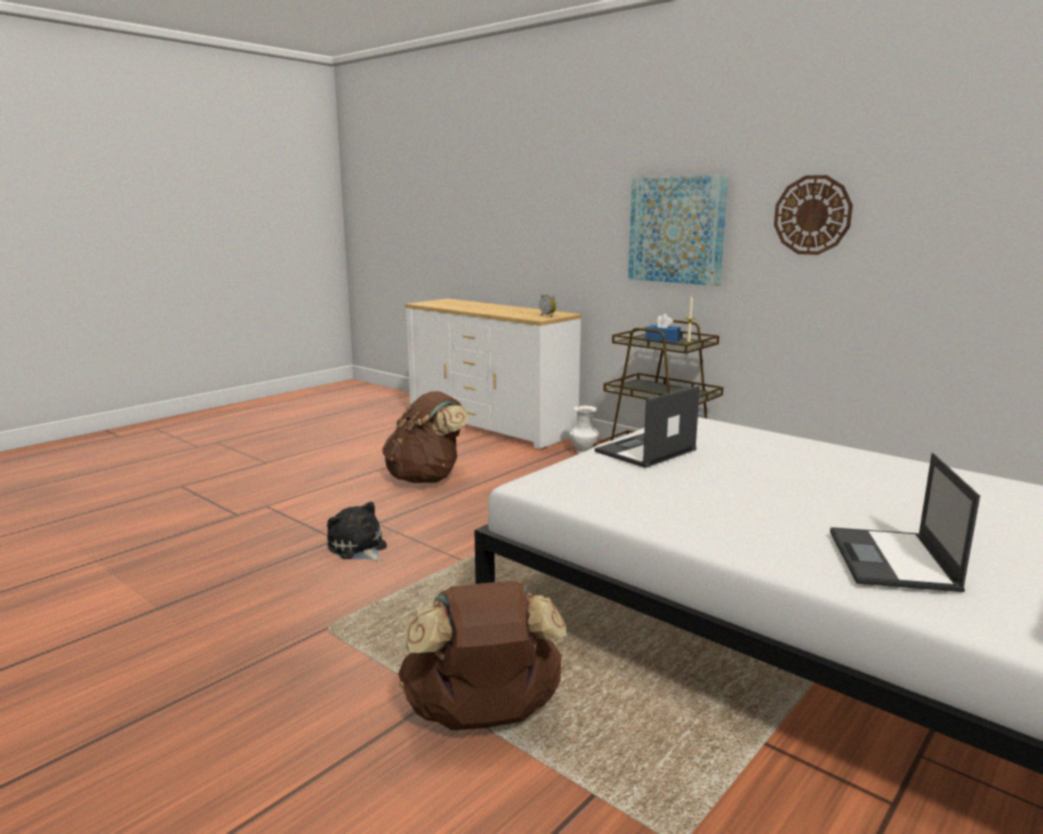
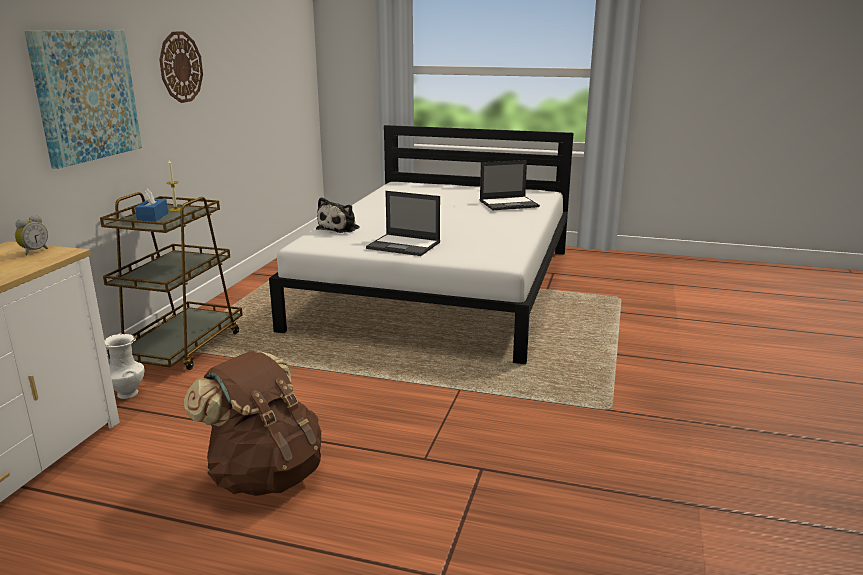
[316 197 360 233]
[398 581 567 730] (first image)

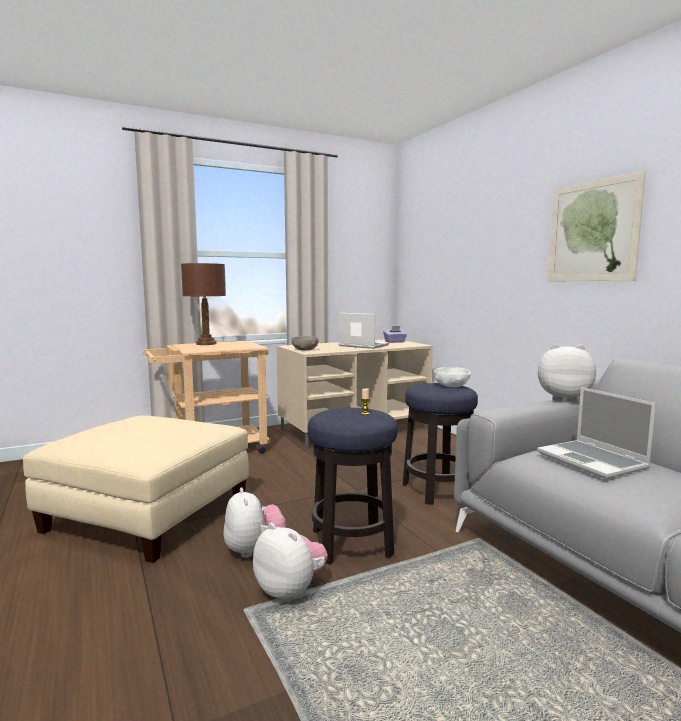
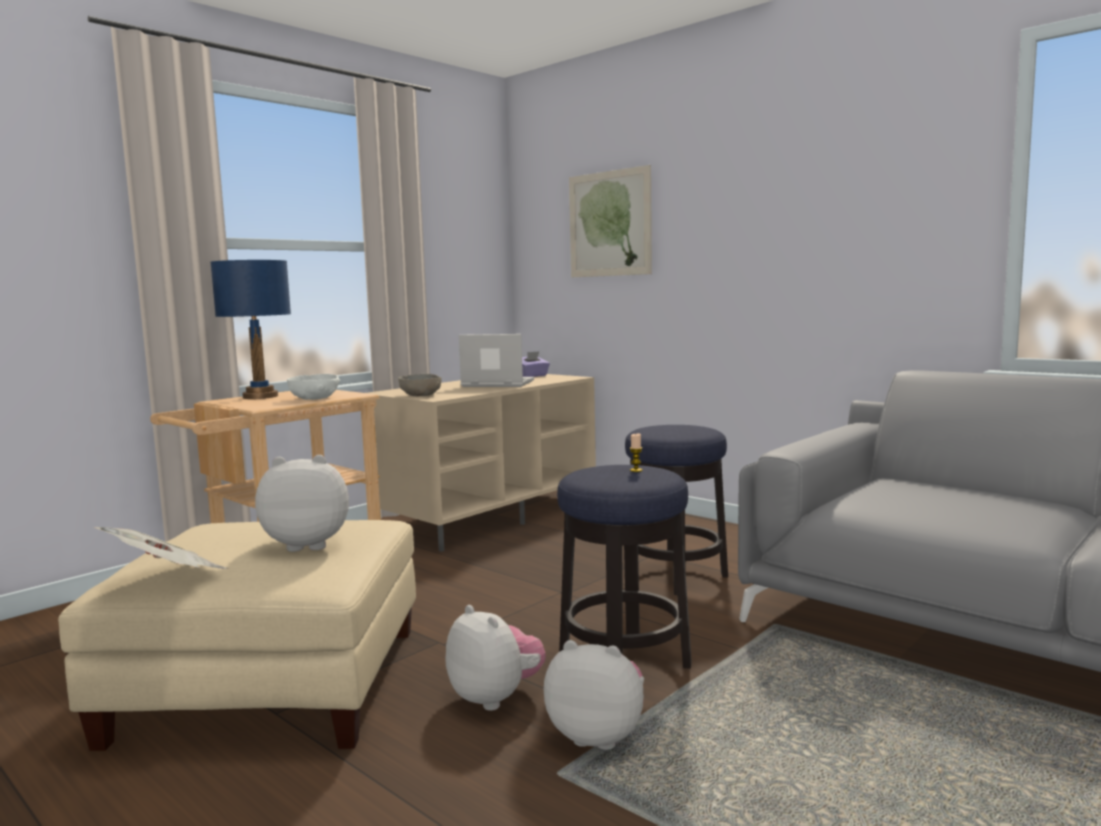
[569 165 652 277]
[210 260 291 399]
[255 455 349 552]
[287 374 340 400]
[537 387 656 479] (first image)
[93 527 229 569]

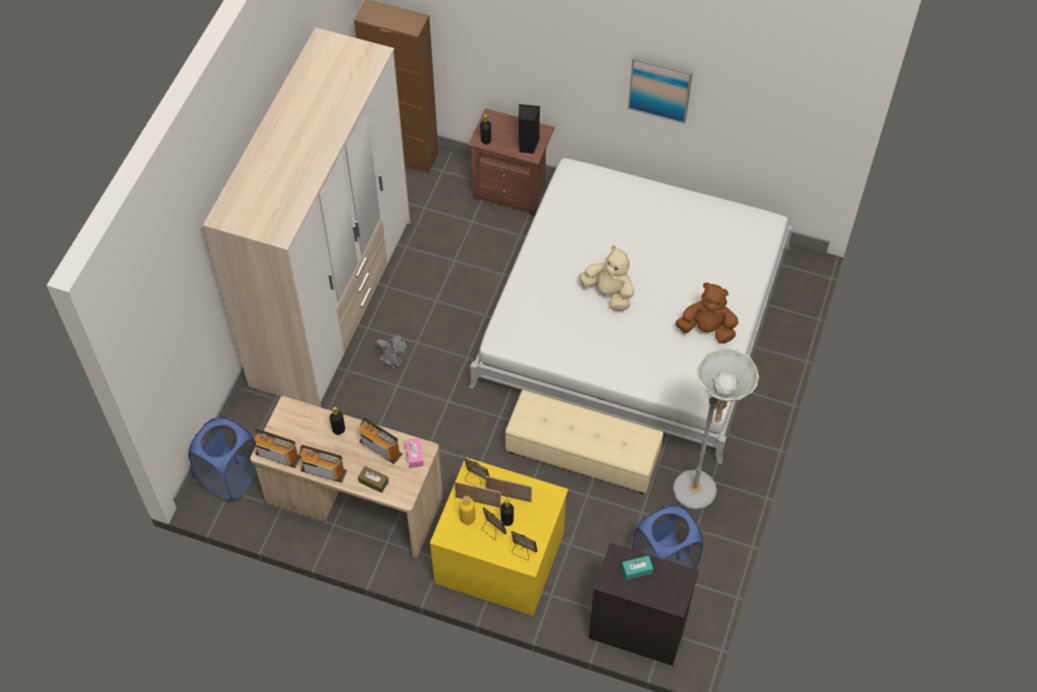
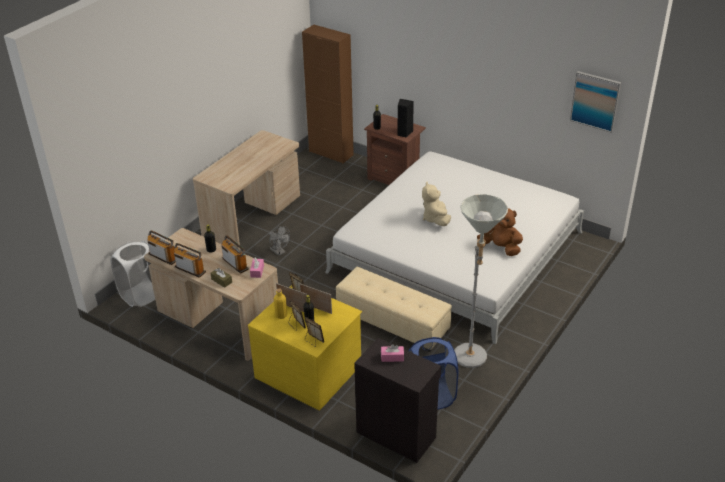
[193 130 300 250]
[570 71 621 133]
[422 182 451 226]
[111 241 155 307]
[381 344 404 362]

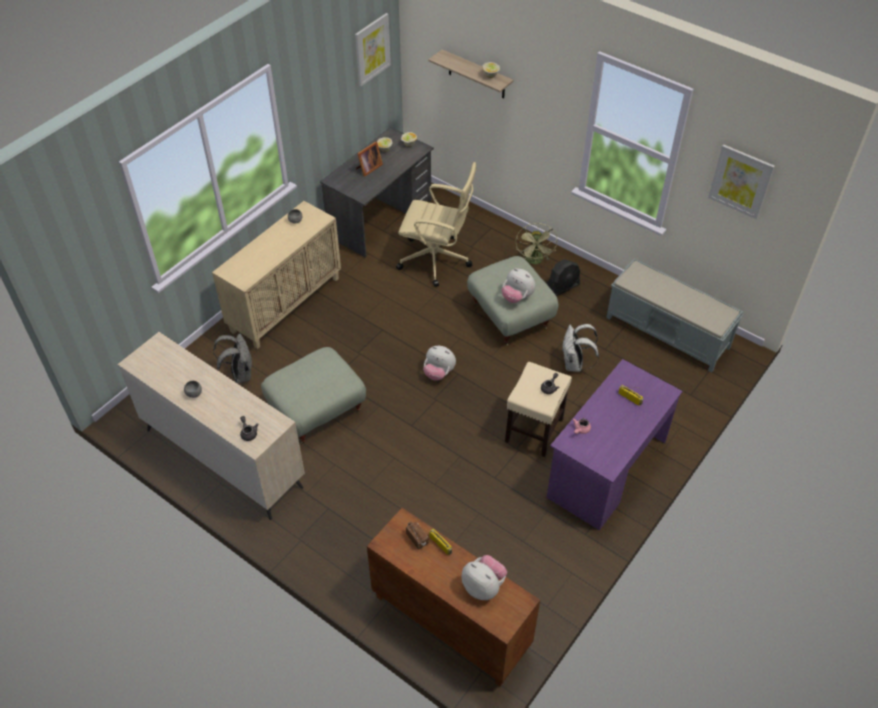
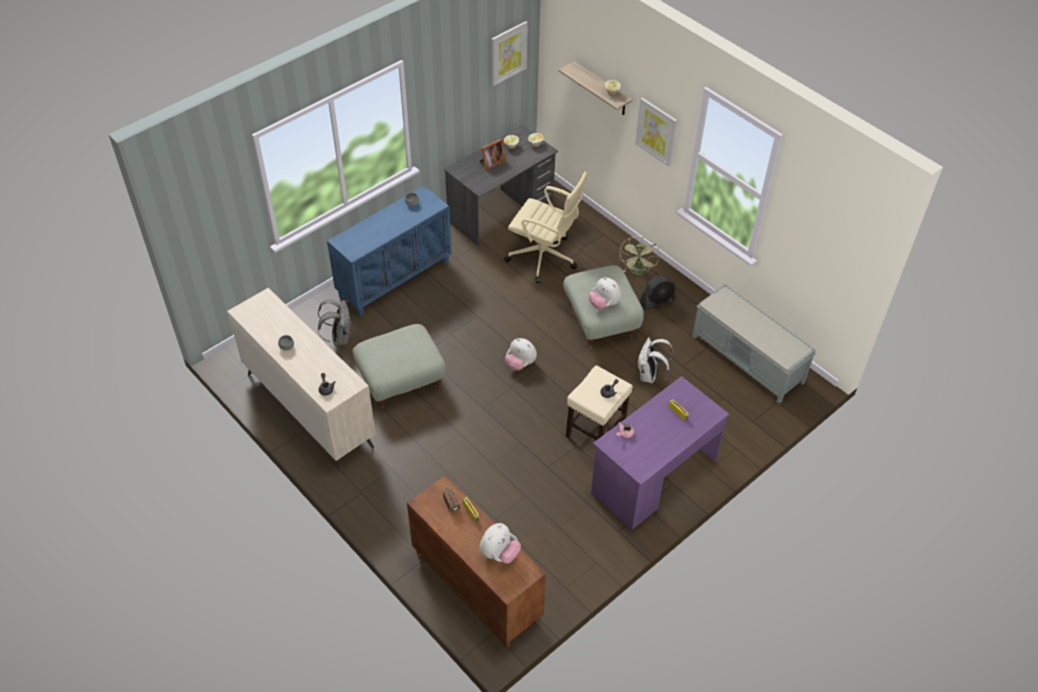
[635 98 677 167]
[327 186 452 317]
[479 523 521 564]

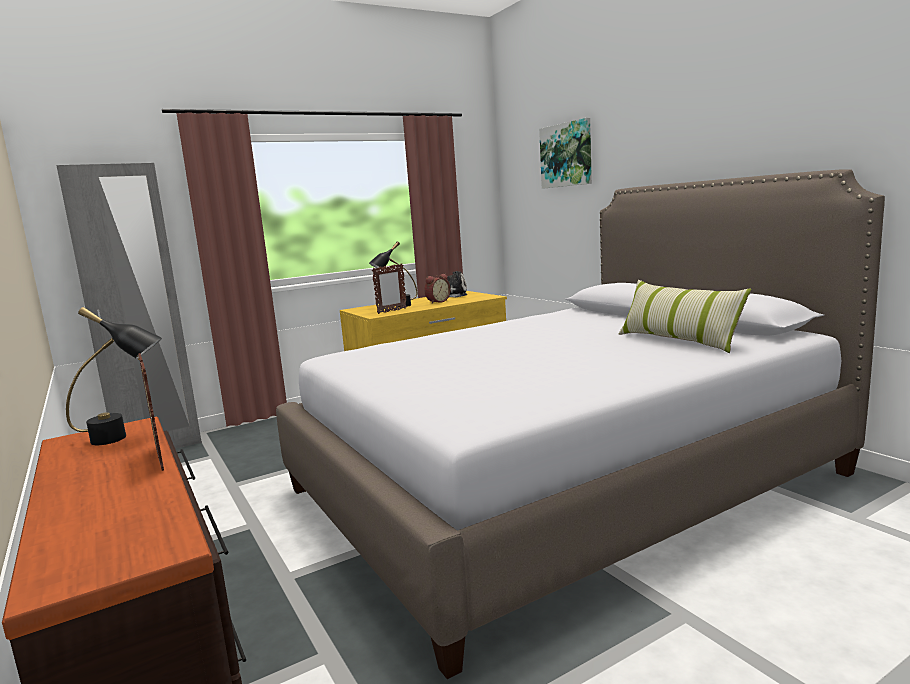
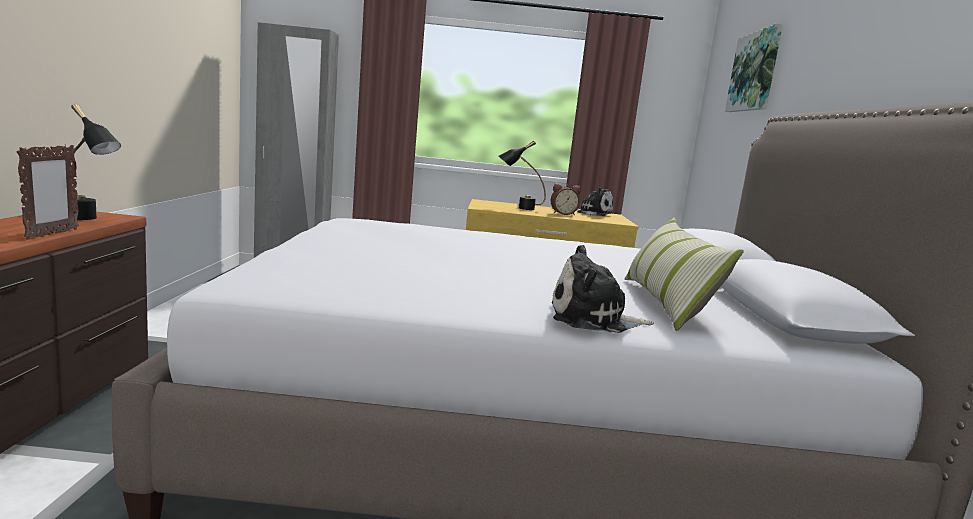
[372 263 407 314] (first image)
[552 245 654 333]

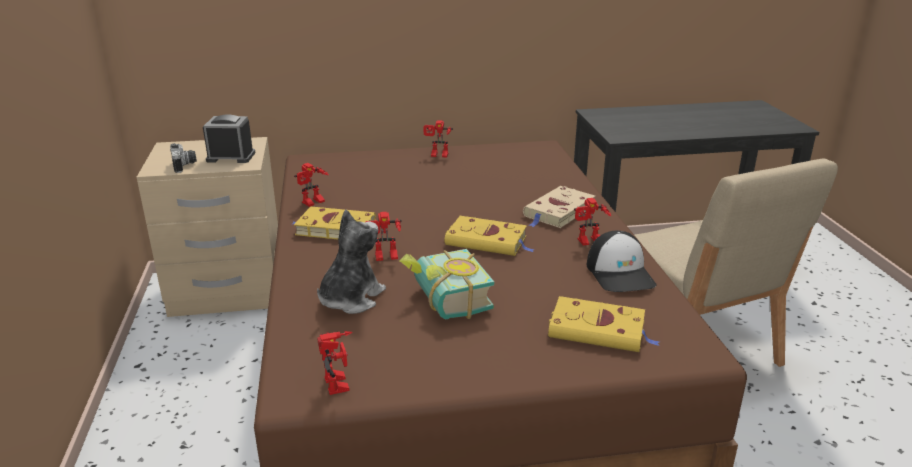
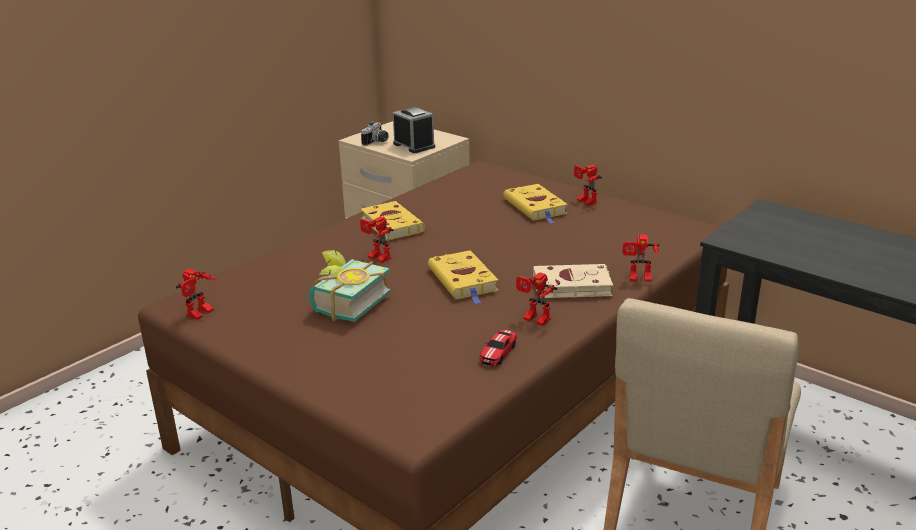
[622 234 659 282]
[317 210 386 314] (first image)
[479 330 517 367]
[503 184 568 224]

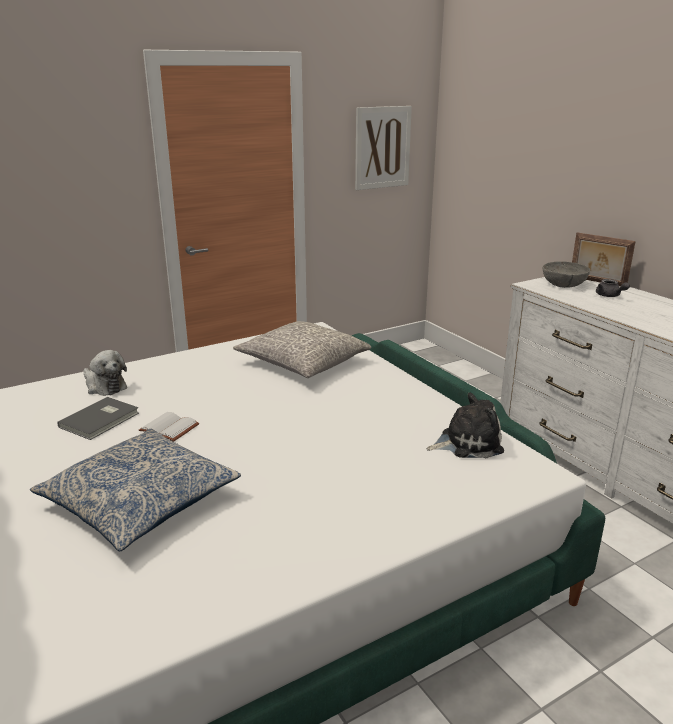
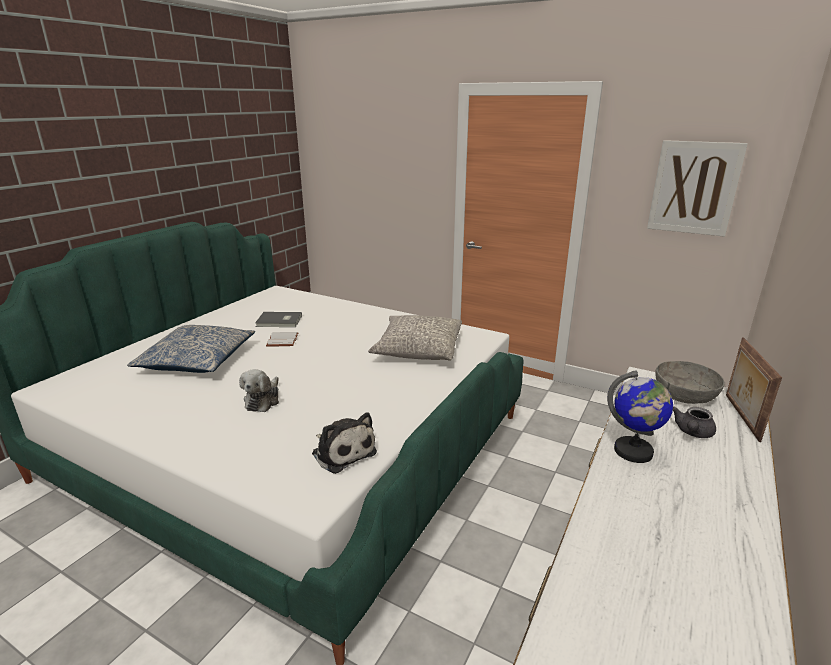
[239 369 279 412]
[607 370 673 463]

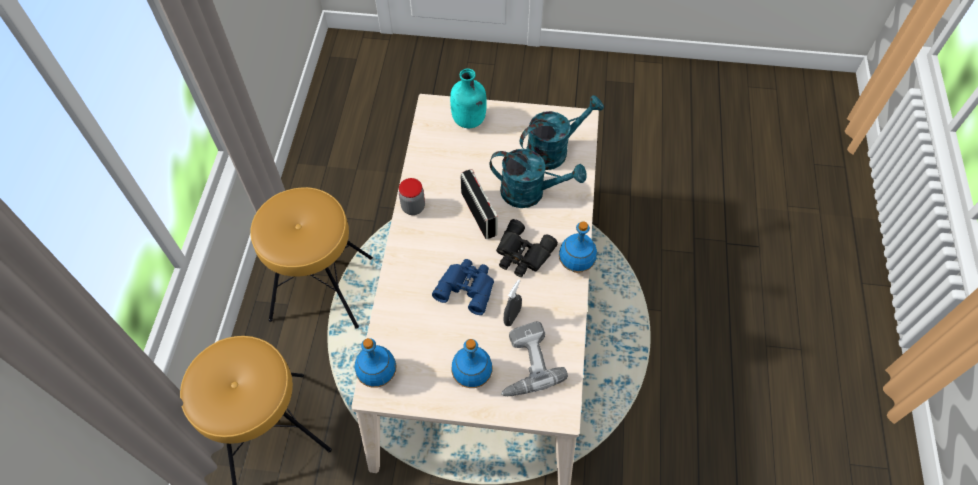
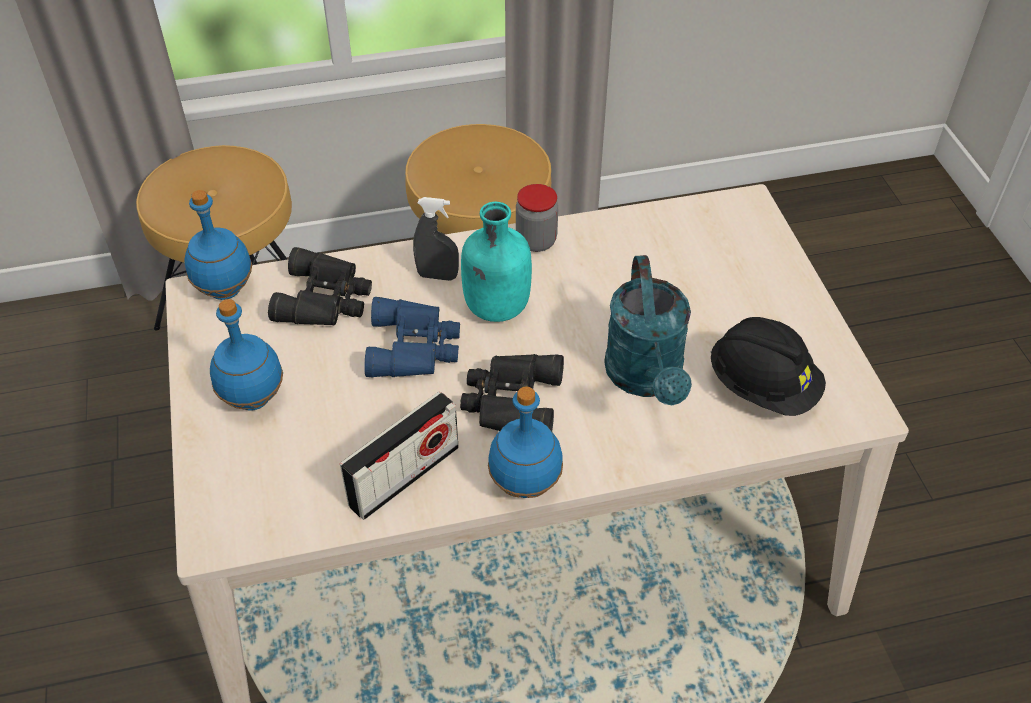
[461 202 532 322]
[711 317 826 416]
[340 392 459 520]
[413 197 459 281]
[501 321 568 396] (first image)
[268 247 372 325]

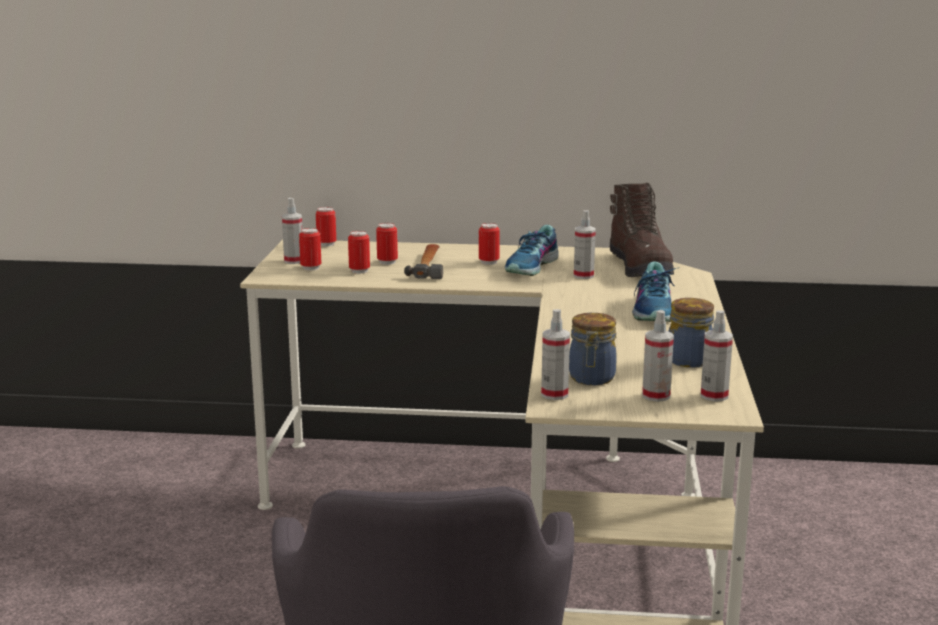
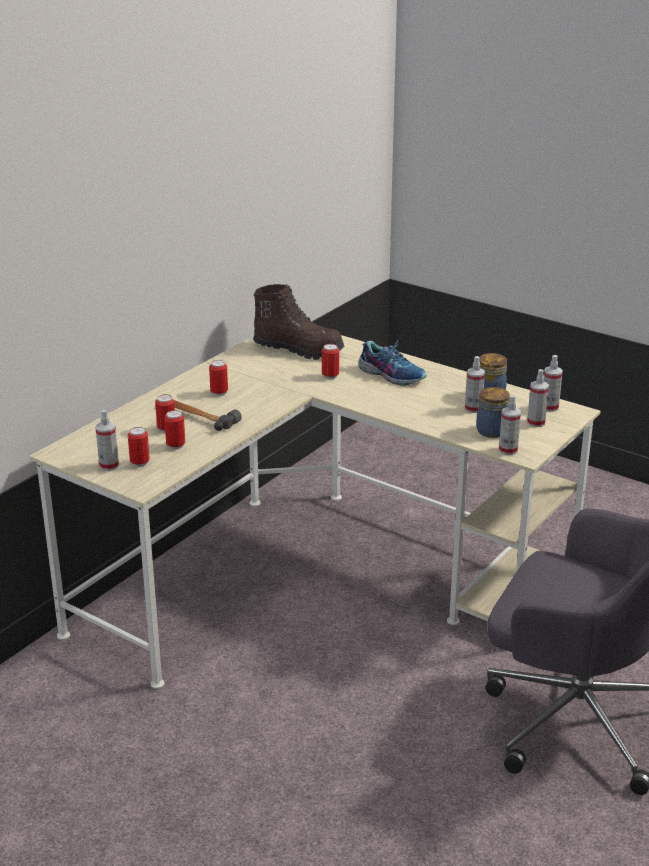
[322 344 339 379]
[465 356 485 413]
[505 225 559 276] (first image)

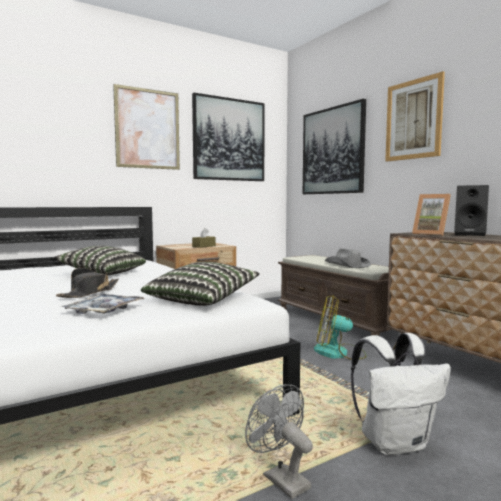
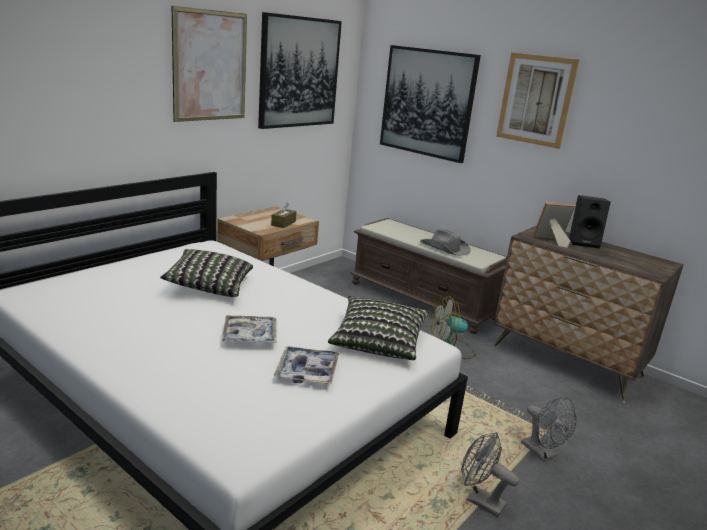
[533 202 575 248]
[222 315 277 343]
[521 397 577 462]

